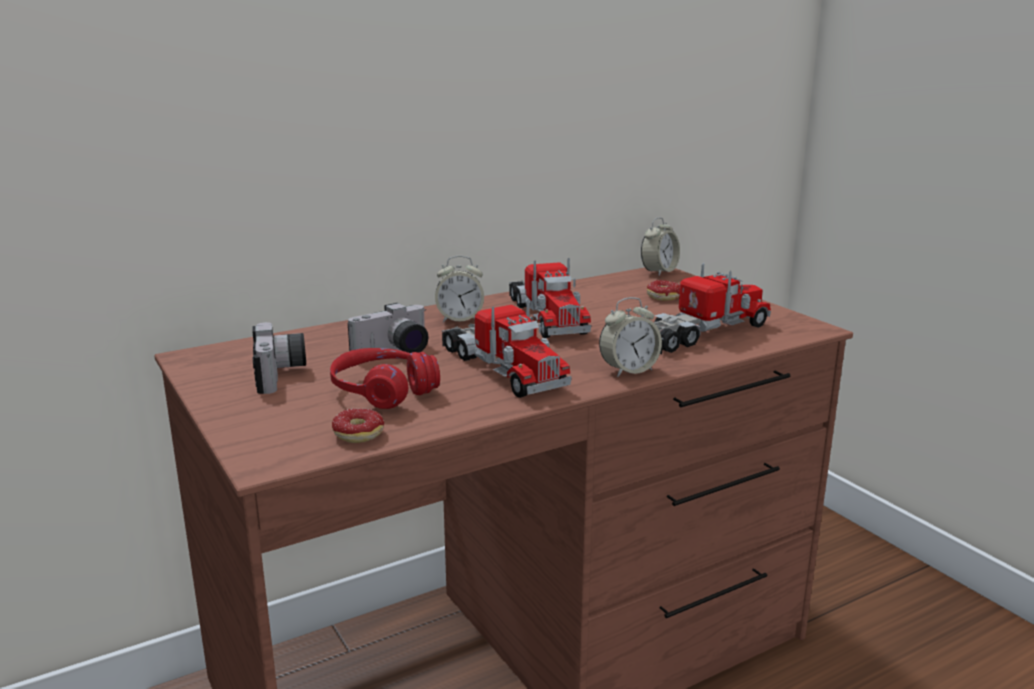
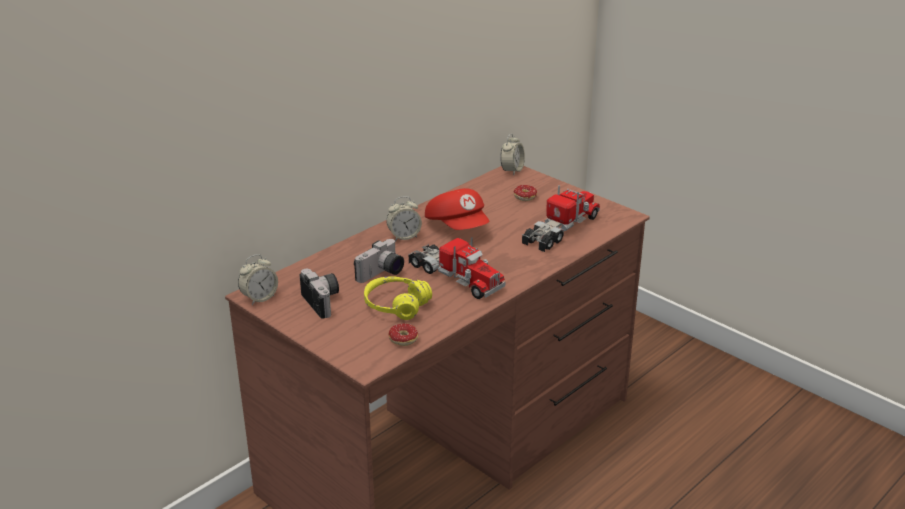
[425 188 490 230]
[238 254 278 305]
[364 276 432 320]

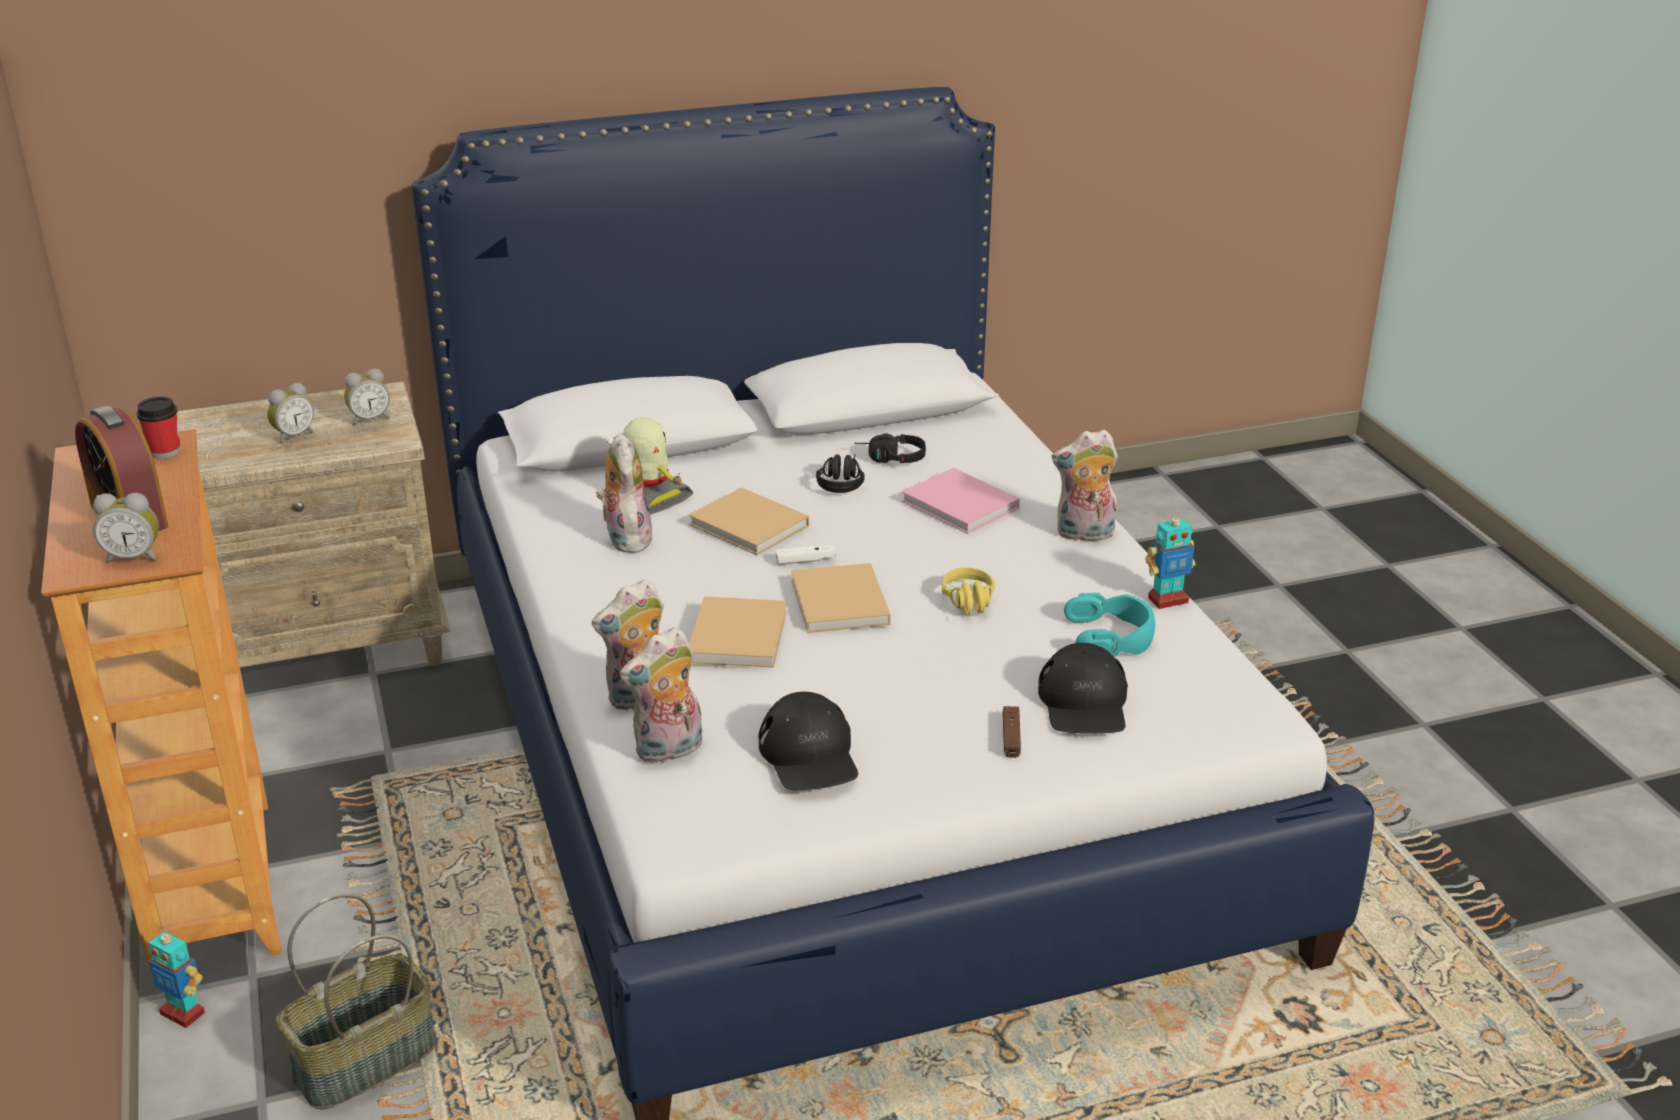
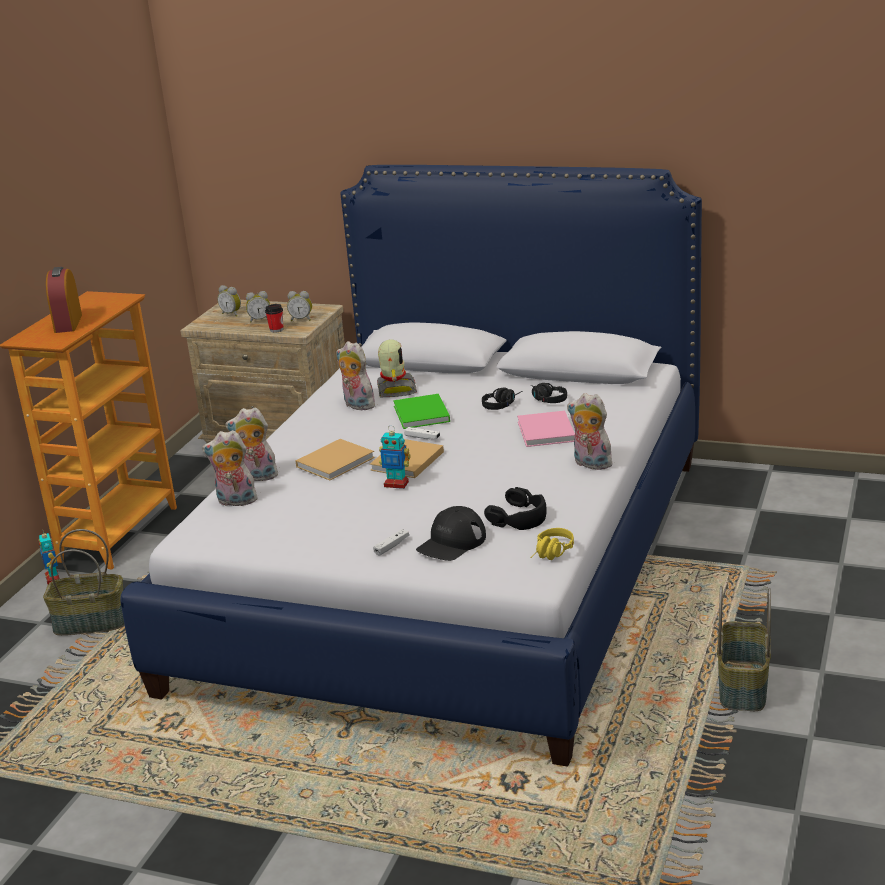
[265 304 283 333]
[336 341 375 410]
[393 394 450 429]
[217 285 241 317]
[379 425 411 489]
[531 528 574 560]
[484 487 547 530]
[758 692 858 790] (first image)
[373 529 409 556]
[717 586 771 711]

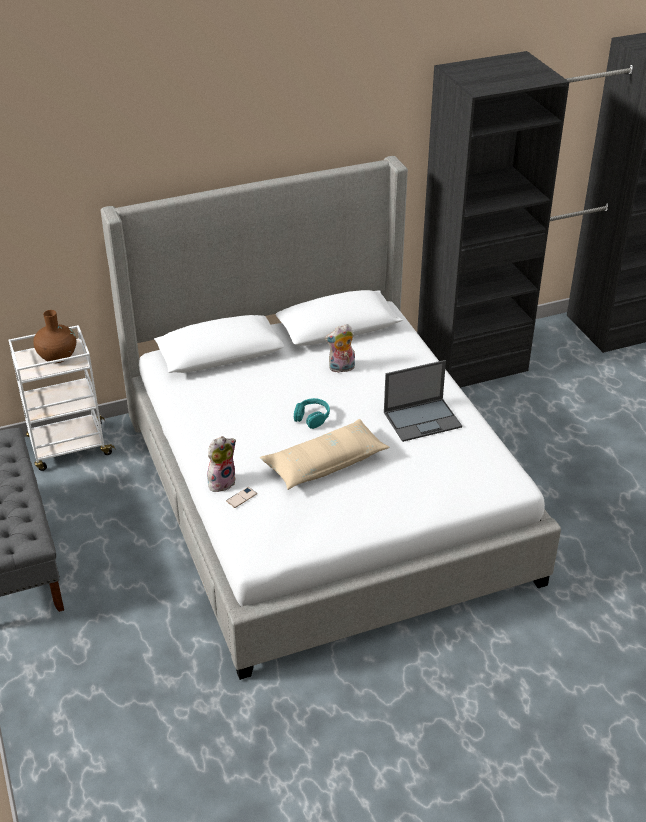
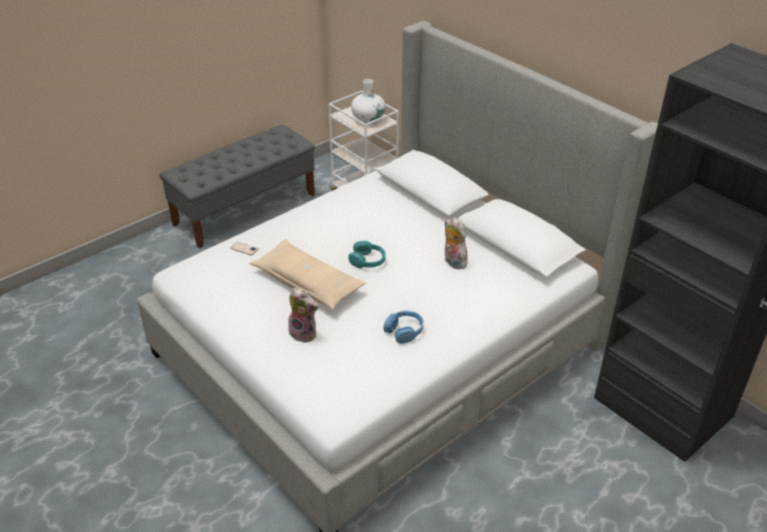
[351 79 385 124]
[383 311 424 344]
[288 287 319 343]

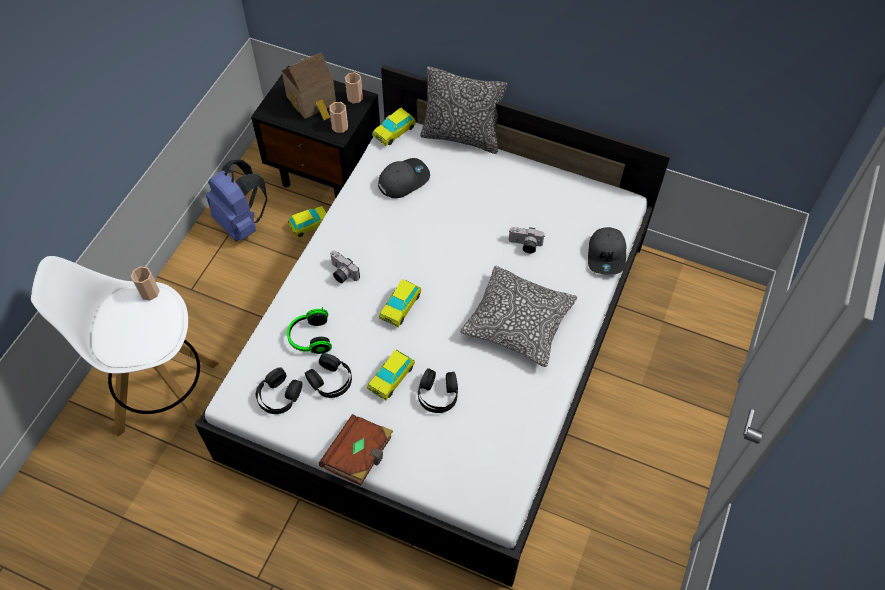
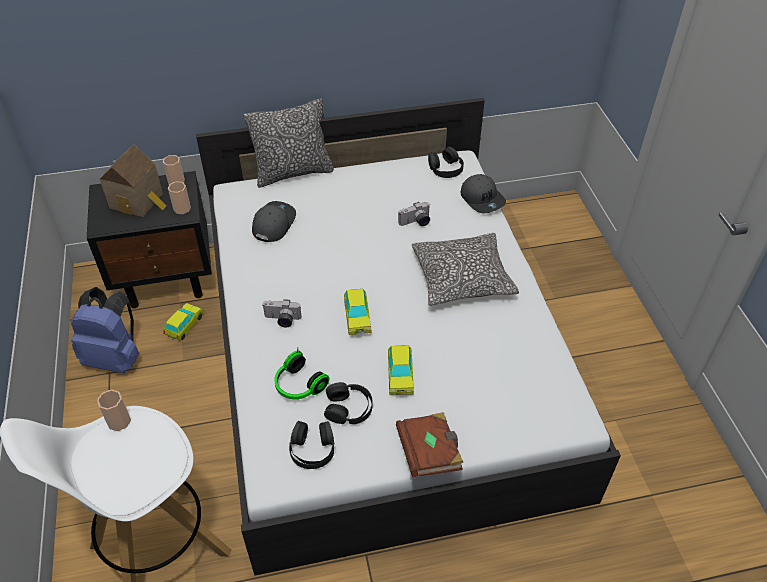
[372 108 416 146] (first image)
[428 147 464 178]

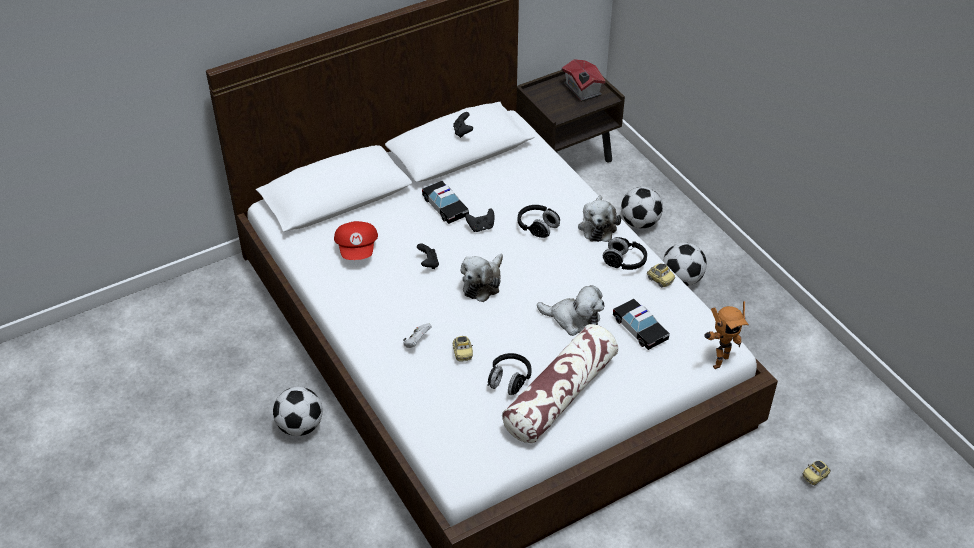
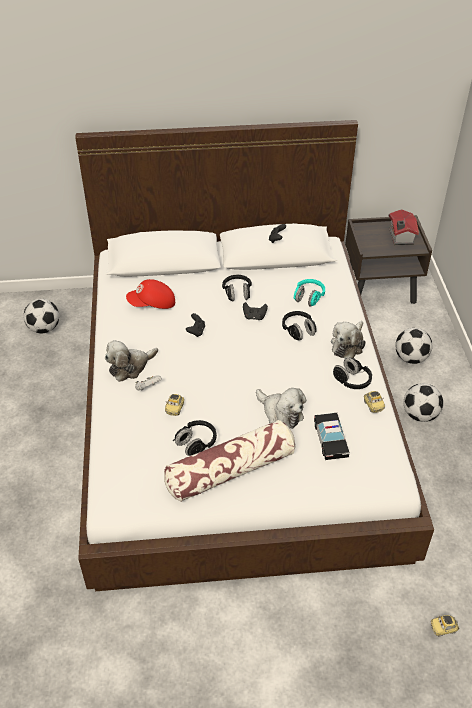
[222 275 252 301]
[126 279 175 309]
[105 340 158 382]
[704 301 749 369] (first image)
[24 299 59 333]
[293 279 325 306]

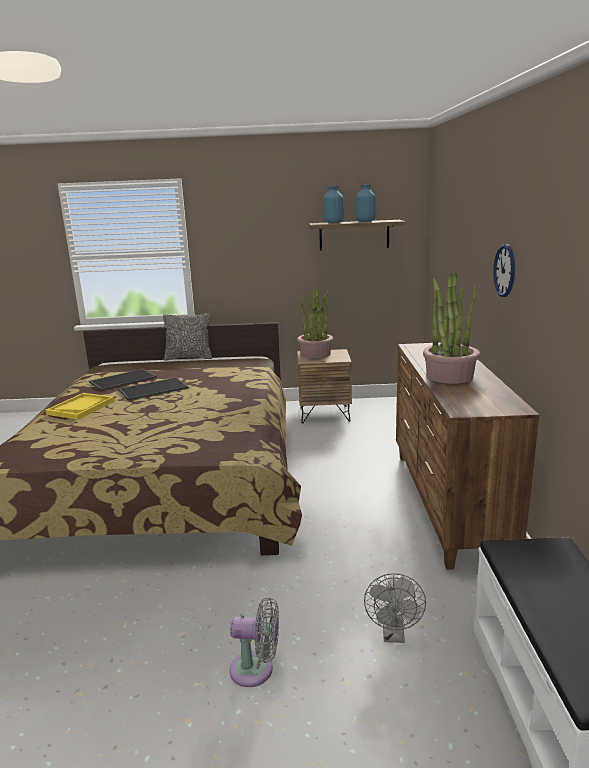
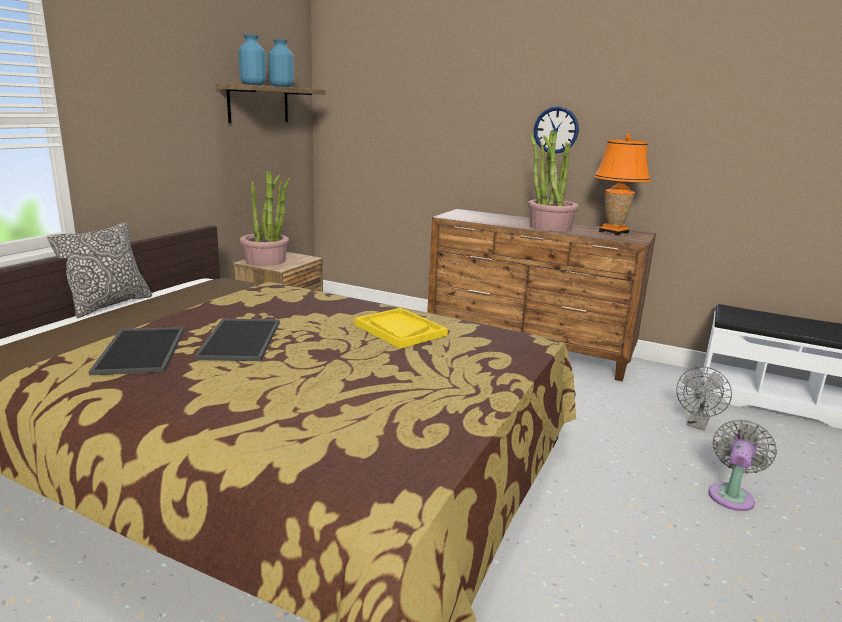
[354 308 448 348]
[676 367 732 430]
[594 134 651 236]

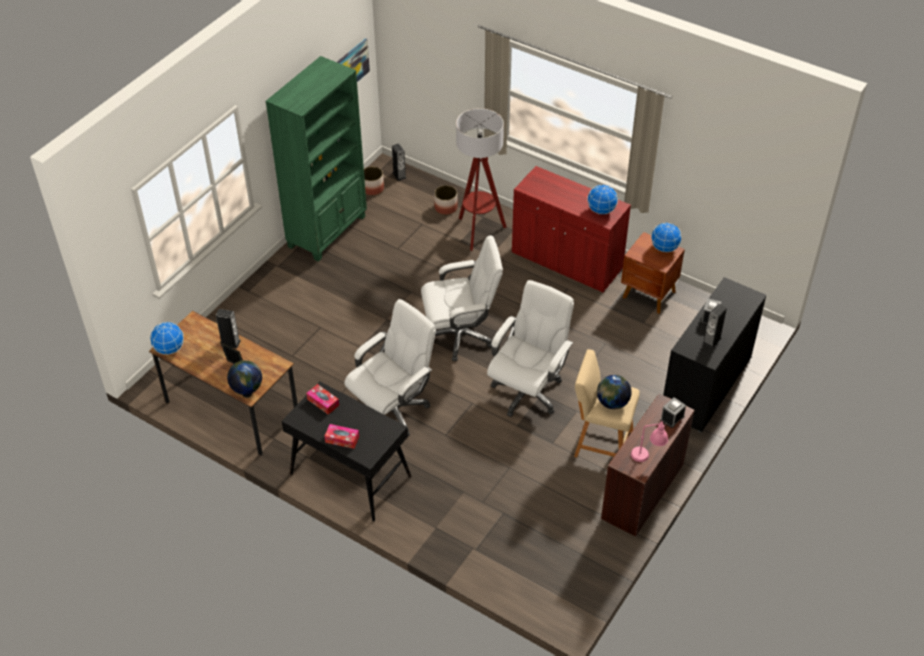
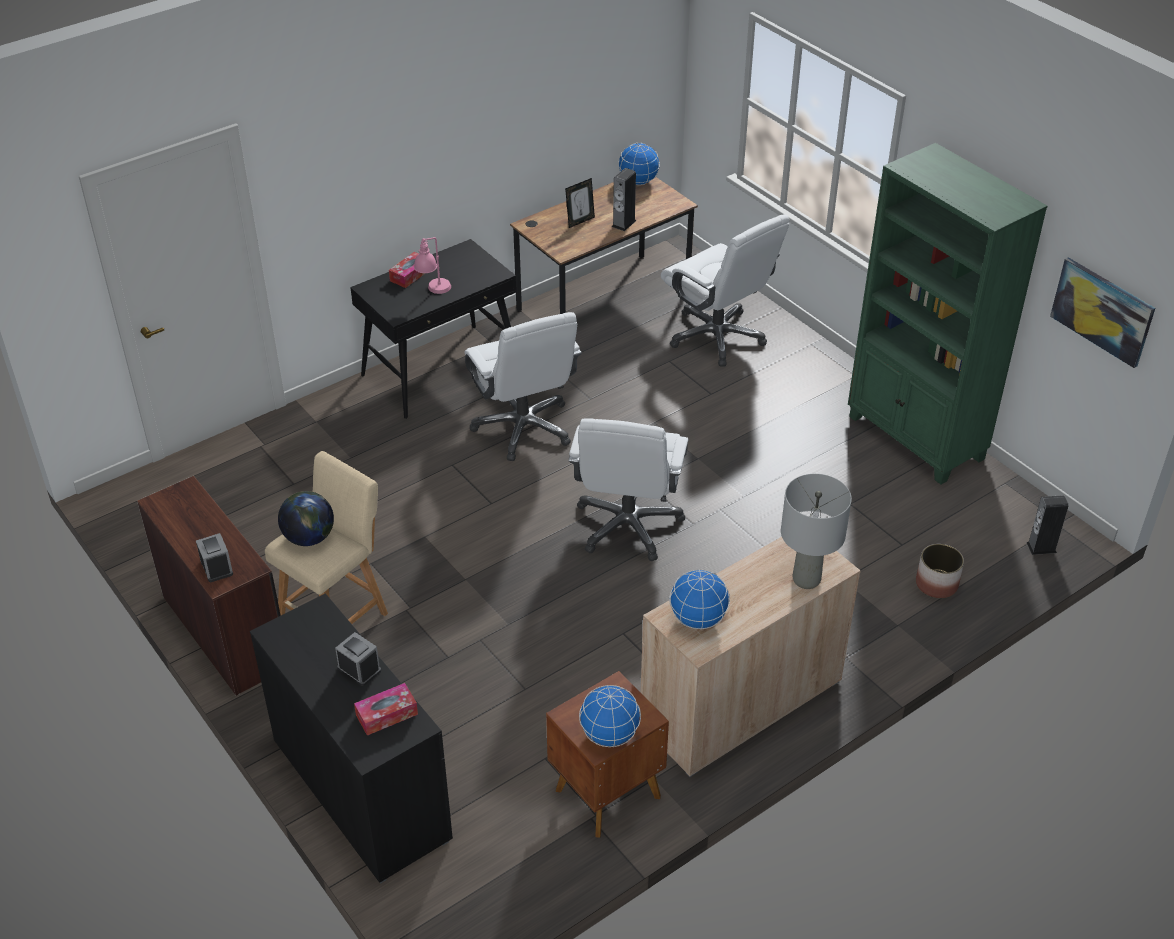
[456 108 507 251] (first image)
[364 166 384 195] (first image)
[641 537 861 777]
[661 215 790 367]
[703 304 727 348] (first image)
[227 360 262 395] (first image)
[354 683 418 736]
[414 237 451 294]
[781 474 852 589]

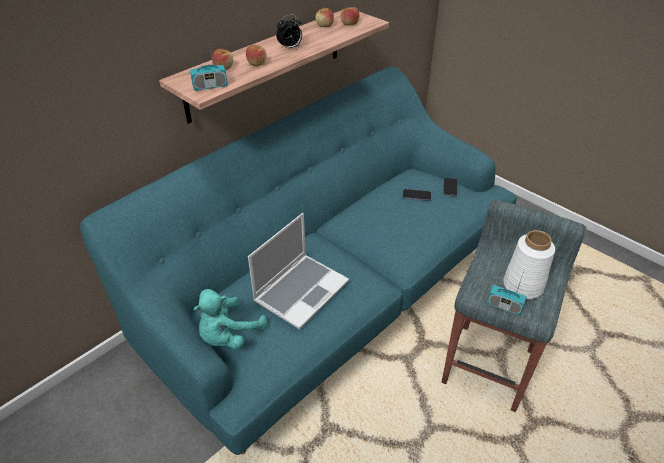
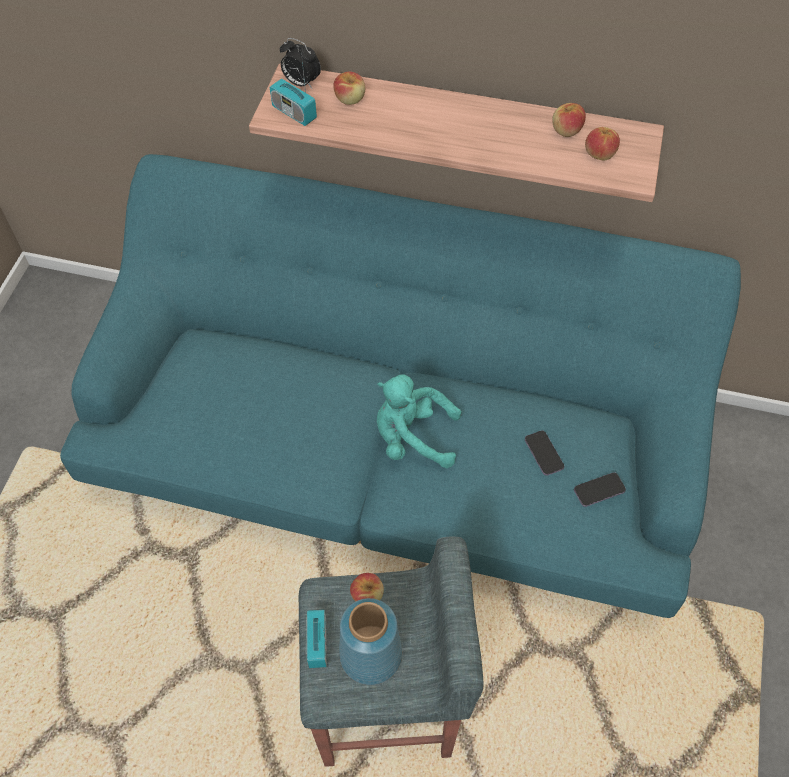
[280 38 321 89]
[350 573 384 602]
[248 213 349 330] (first image)
[339 598 402 685]
[377 374 462 468]

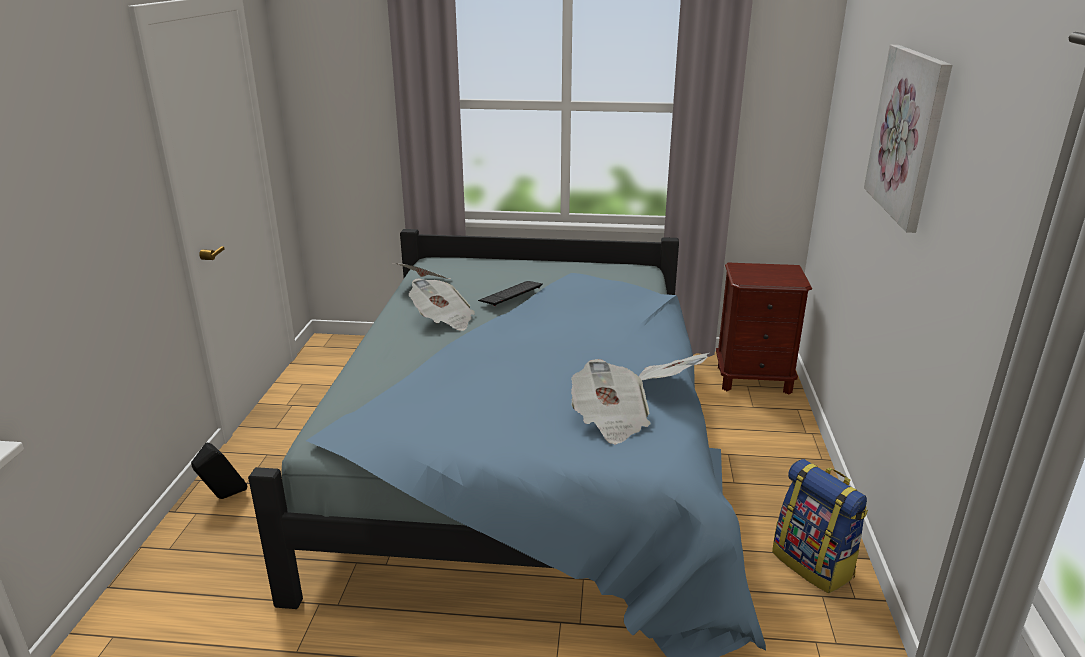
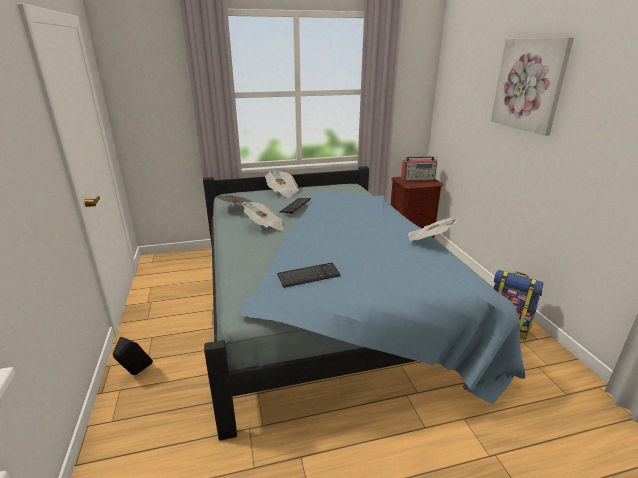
[265 170 299 198]
[401 156 438 181]
[277 263 341 288]

